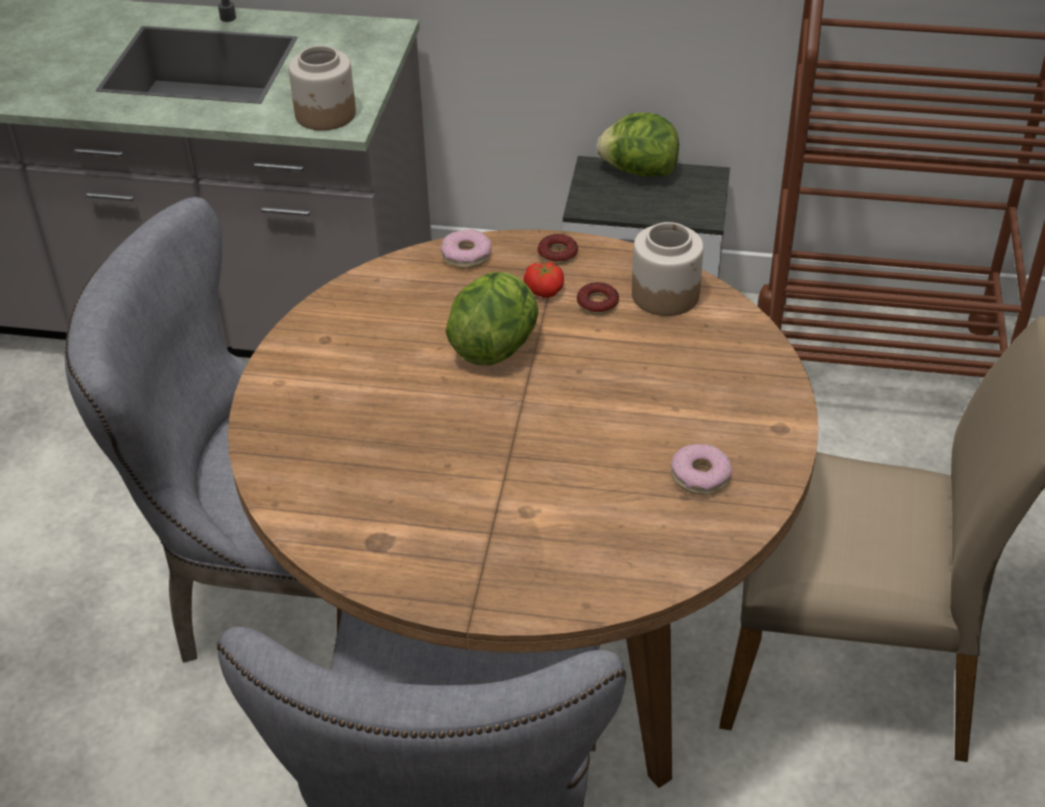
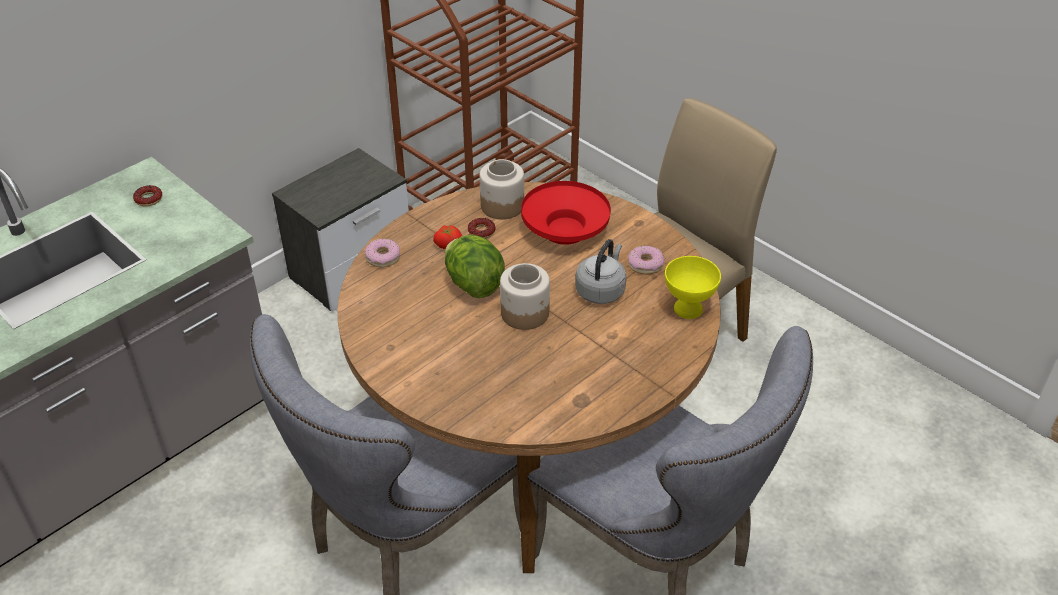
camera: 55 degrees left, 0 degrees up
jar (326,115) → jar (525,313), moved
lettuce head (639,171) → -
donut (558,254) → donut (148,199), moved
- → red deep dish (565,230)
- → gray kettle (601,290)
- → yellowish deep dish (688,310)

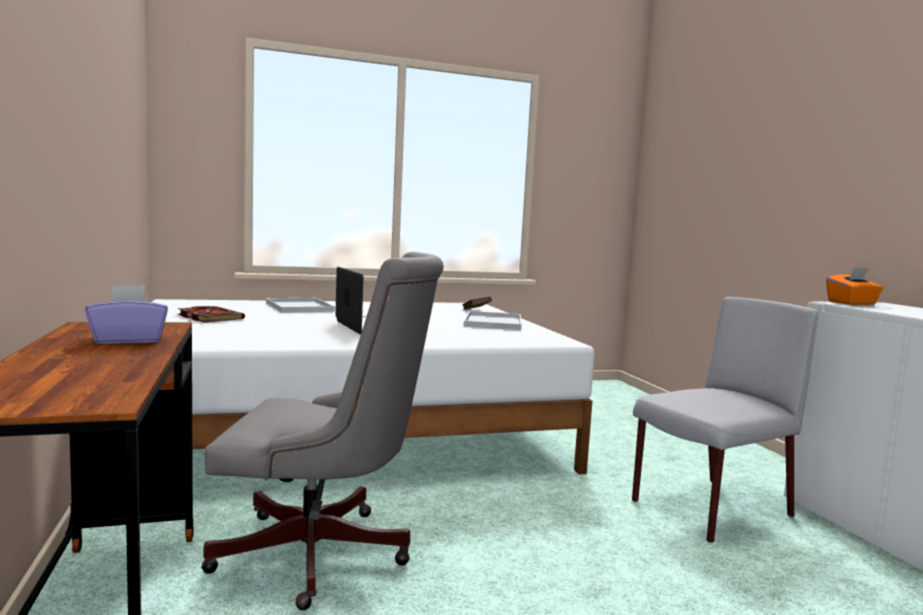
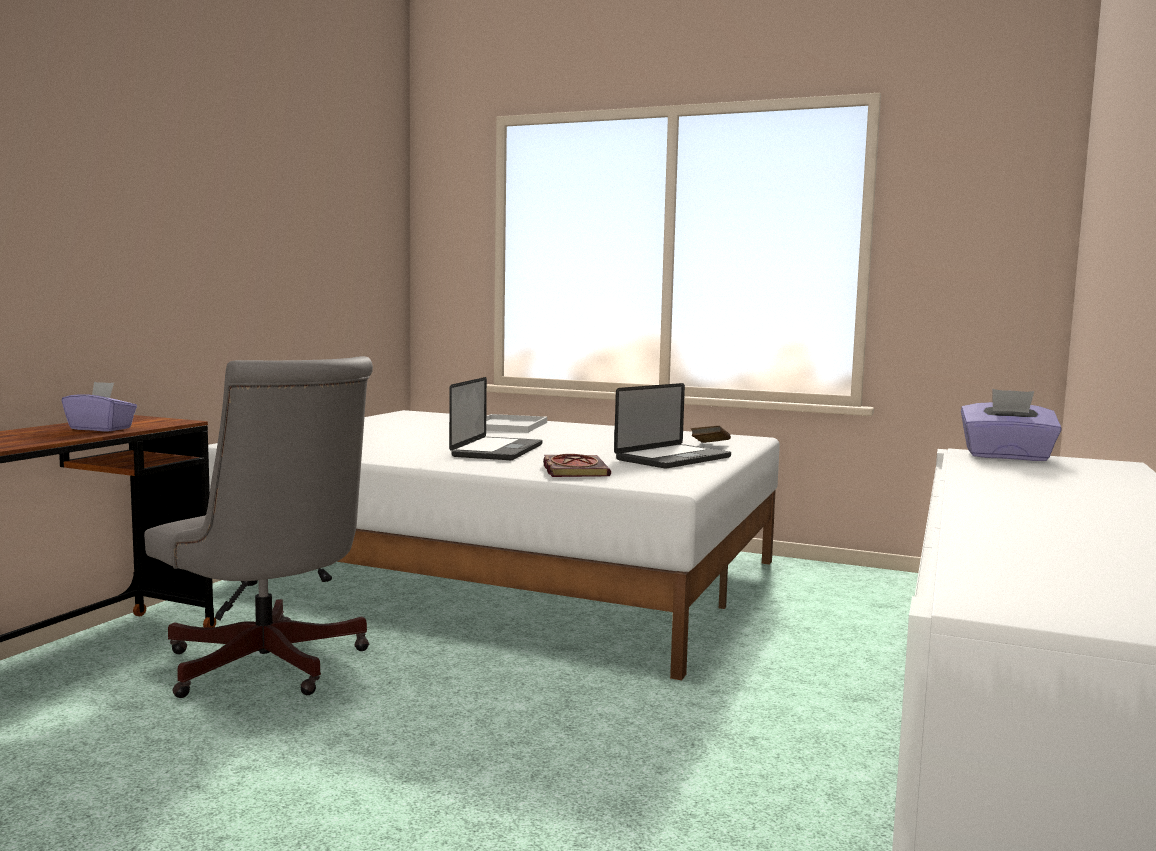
camera: 40 degrees right, 0 degrees up
orange-coloured tissue box (852,303) → purplish tissue box (1006,456)
gray plain chair (709,509) → -
book (208,317) → book (573,470), moved
white-coloured serving tray (492,322) → laptop (673,458)

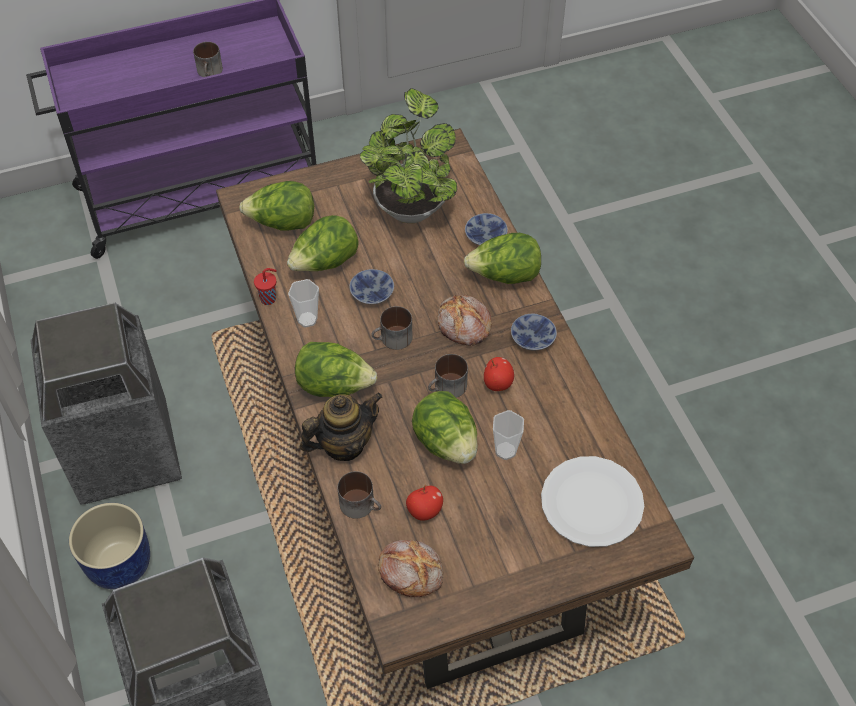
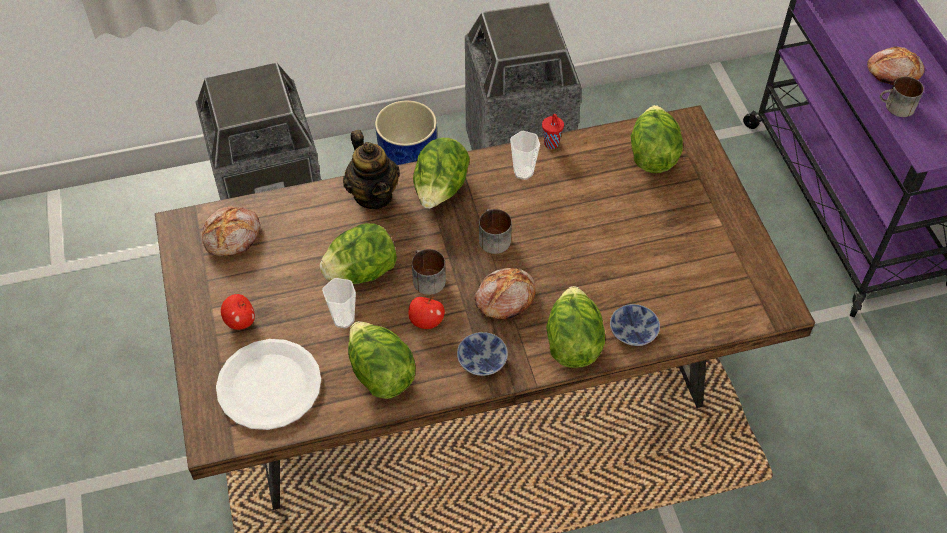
camera: 95 degrees right, 0 degrees up
plant in a pot (411,205) → -
lettuce head (325,263) → lettuce head (380,374), moved
deep dish (370,293) → -
mug (361,504) → -
apple (424,511) → apple (240,321), moved
- → bread (892,72)

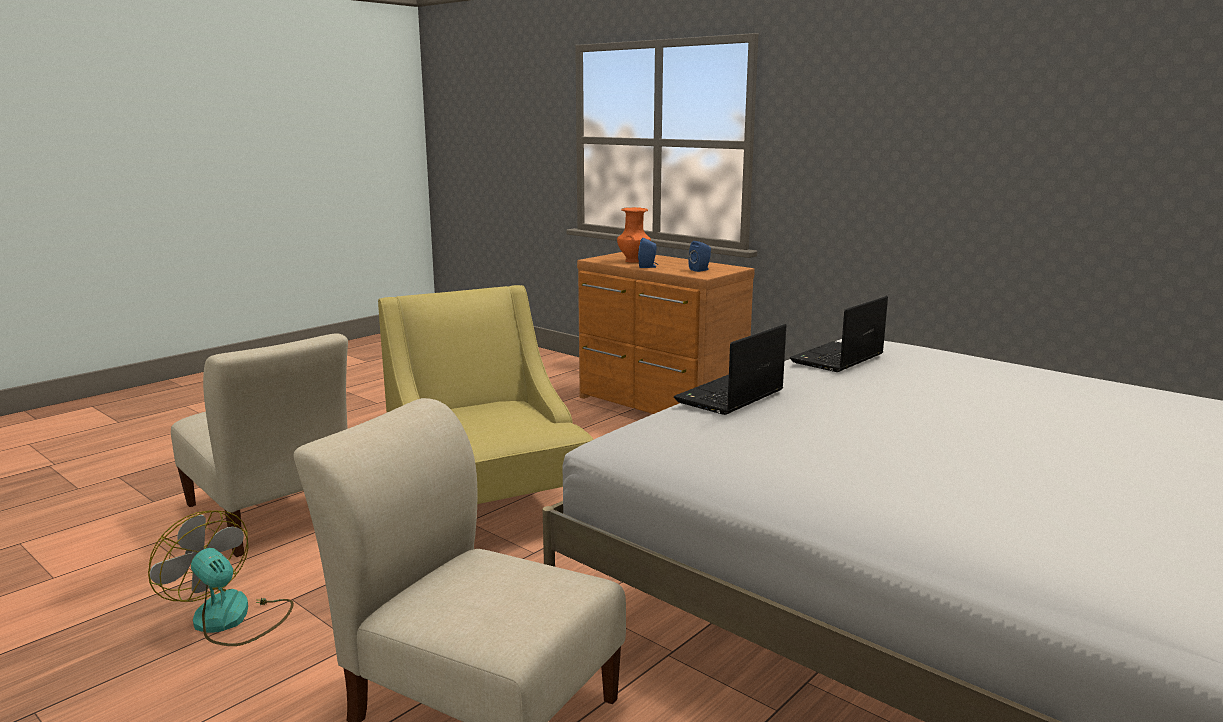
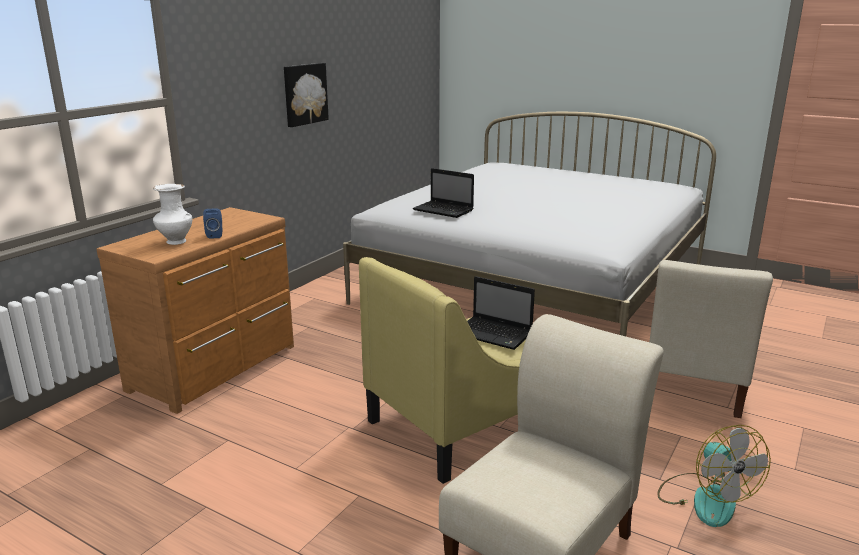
camera: 100 degrees left, 5 degrees up
orange-coloured vase (633,261) → white-coloured vase (175,242)
blue audio speaker (700,270) → -
laptop (729,397) → laptop (494,334), moved
fan (231,619) → fan (705,498), 45 degrees counterclockwise
- → picture (304,94)

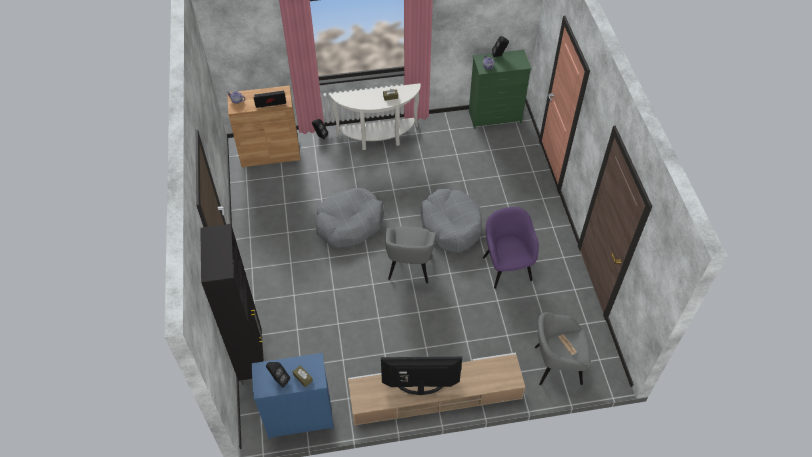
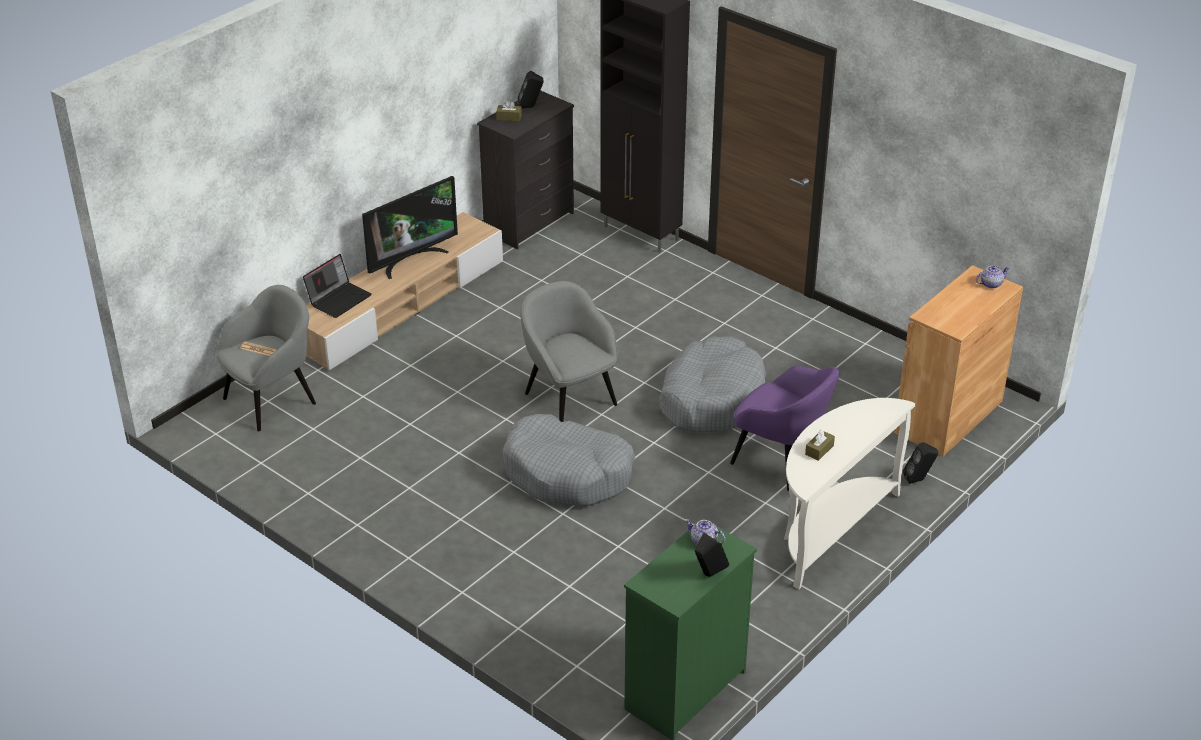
camera: 140 degrees right, 15 degrees down
laptop (270,102) → laptop (339,299), moved
purplish easy chair (506,267) → purplish easy chair (780,459), moved
blue dresser (299,418) → black dresser (530,223)

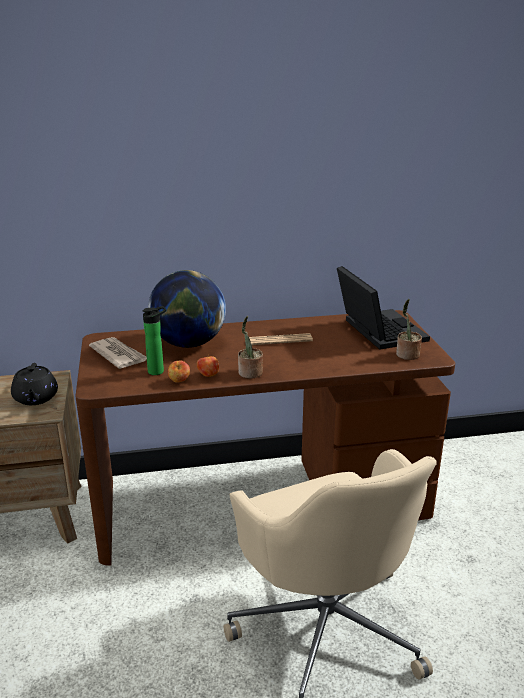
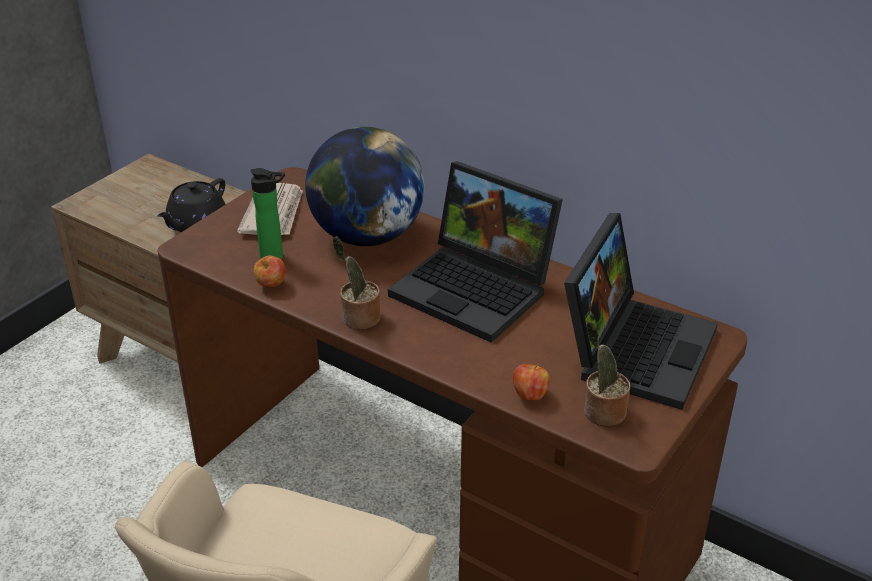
camera: 45 degrees right, 10 degrees up
newspaper (280,340) → laptop (477,289)
apple (208,375) → apple (529,395), moved

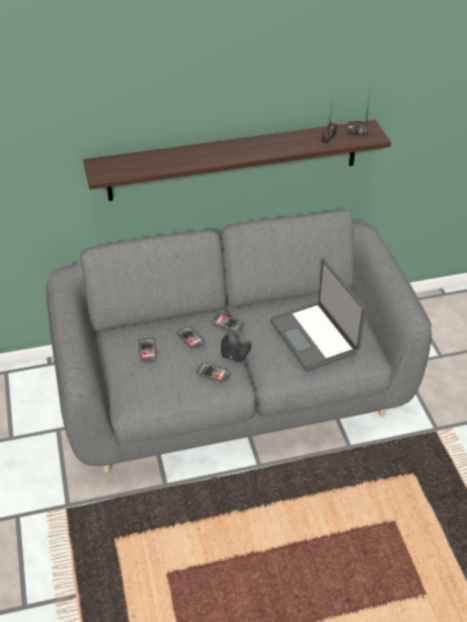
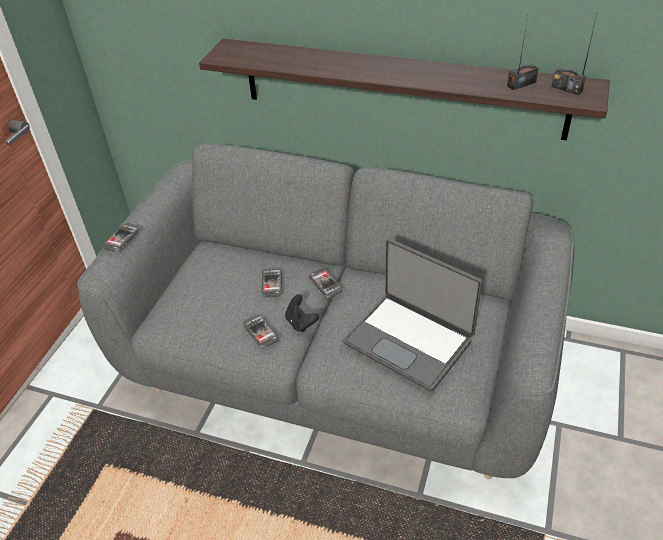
camera: 35 degrees right, 0 degrees up
laptop (315,337) → laptop (409,340), 60 degrees counterclockwise
telephone (147,351) → telephone (122,238), moved

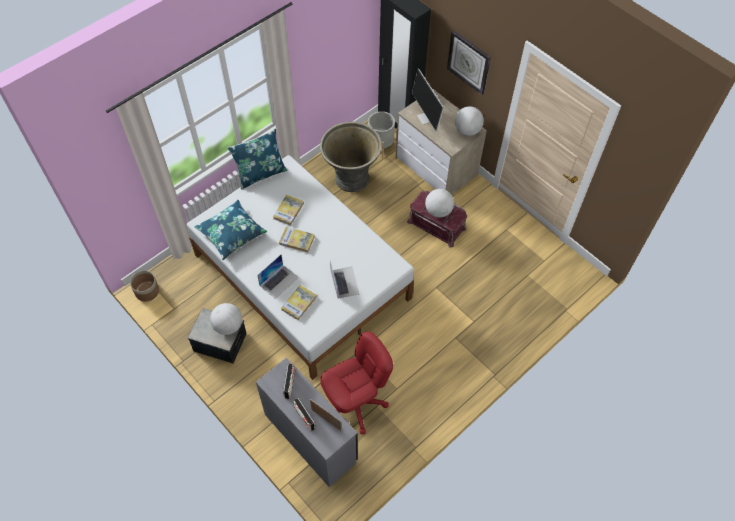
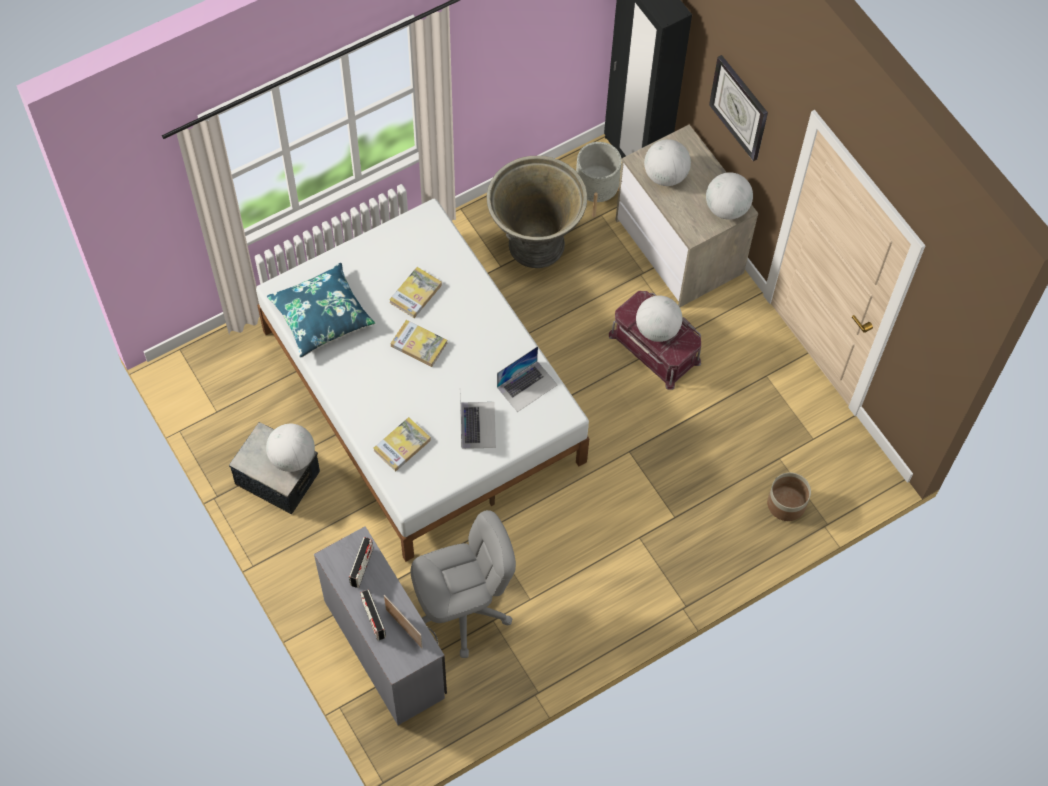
camera: 10 degrees right, 5 degrees up
computer screen (426,118) → globe (665,175)
blue cushion (260,173) → -
laptop (279,281) → laptop (527,386), moved
planter (147,291) → planter (786,504), moved
red computer chair (355,404) → gray computer chair (463,611)

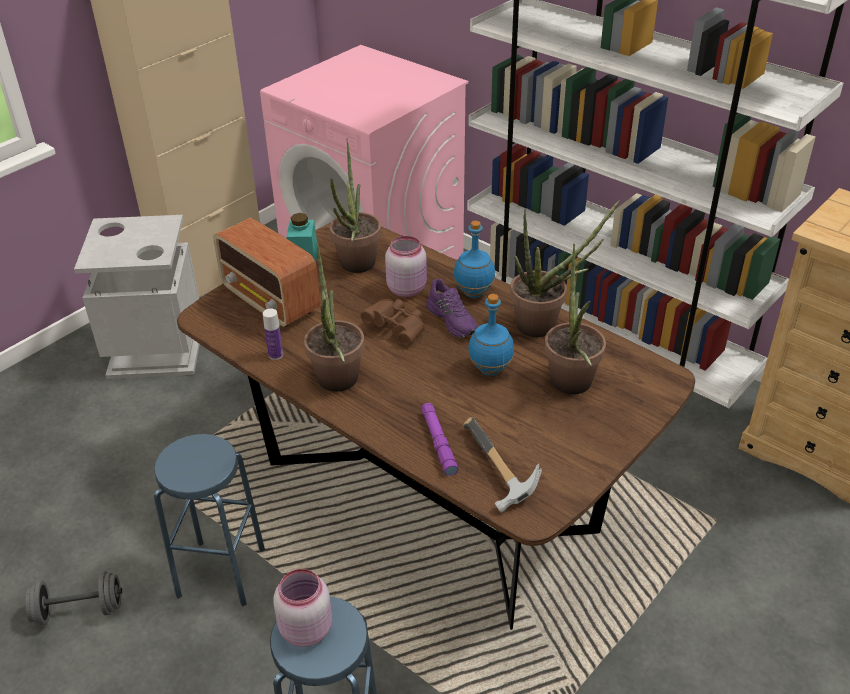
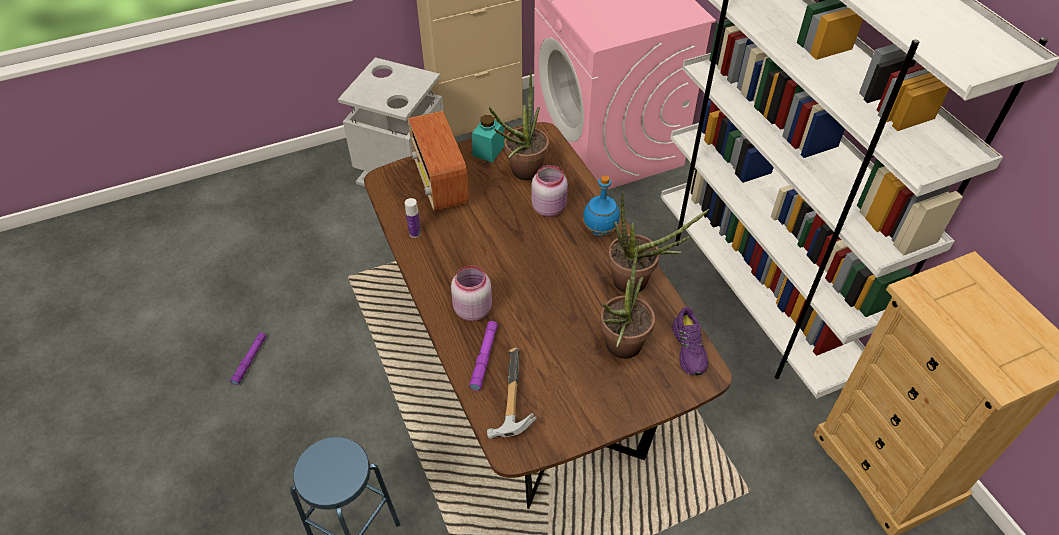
camera: 25 degrees right, 10 degrees up
plant in a pot (337,385) → -
purplish item of footwear (453,319) → purplish item of footwear (690,348), moved
blue beverage bottle (491,369) → -
brown-coloured binoculars (397,329) → -
blue stool (221,572) → -
pink jar (305,628) → pink jar (472,309), moved
gray hand weight (79,610) → purplish flashlight (249,360)

